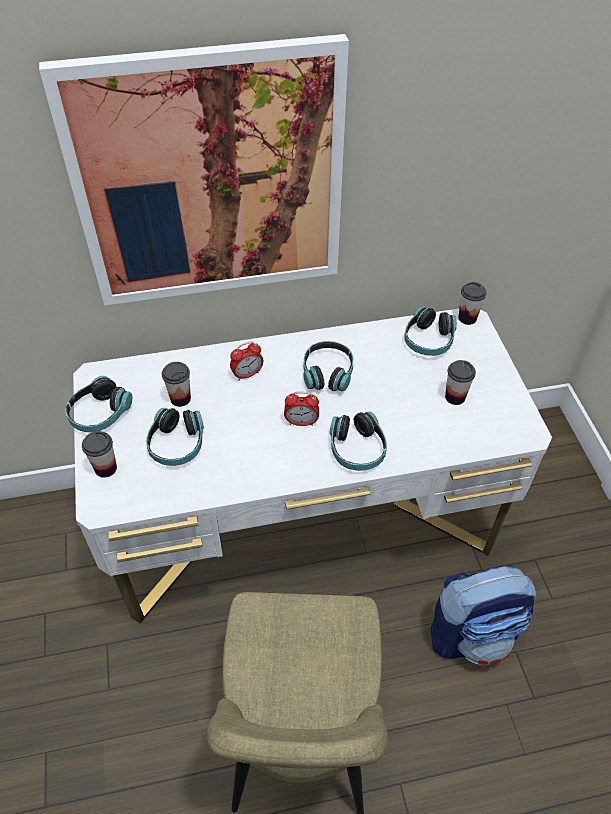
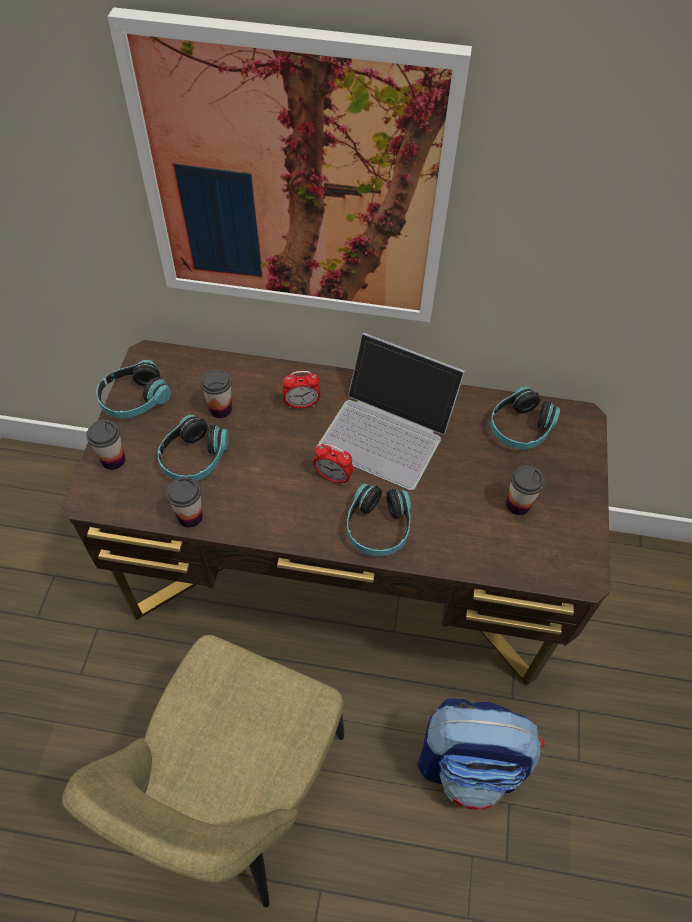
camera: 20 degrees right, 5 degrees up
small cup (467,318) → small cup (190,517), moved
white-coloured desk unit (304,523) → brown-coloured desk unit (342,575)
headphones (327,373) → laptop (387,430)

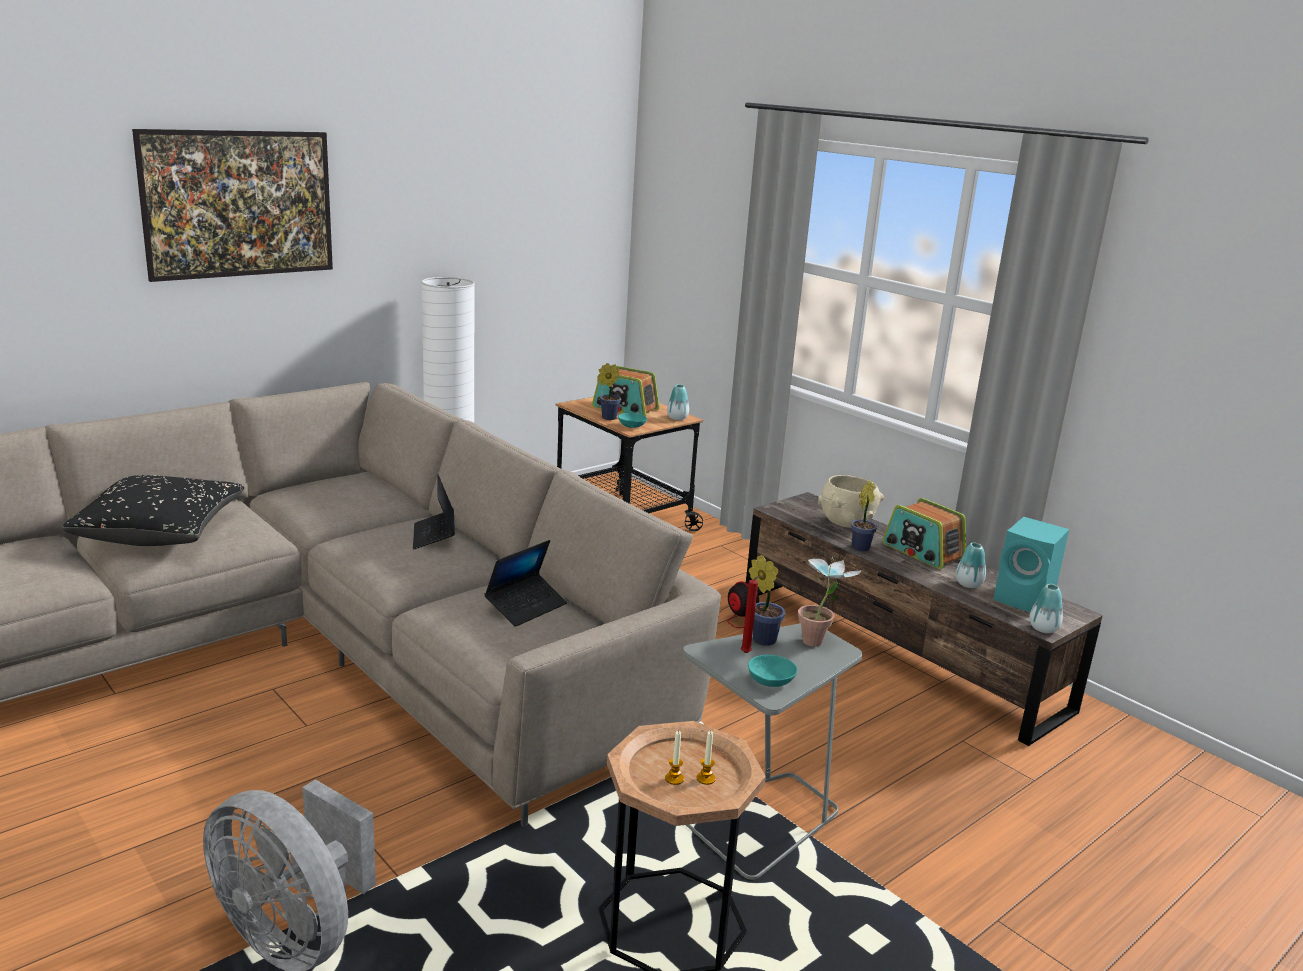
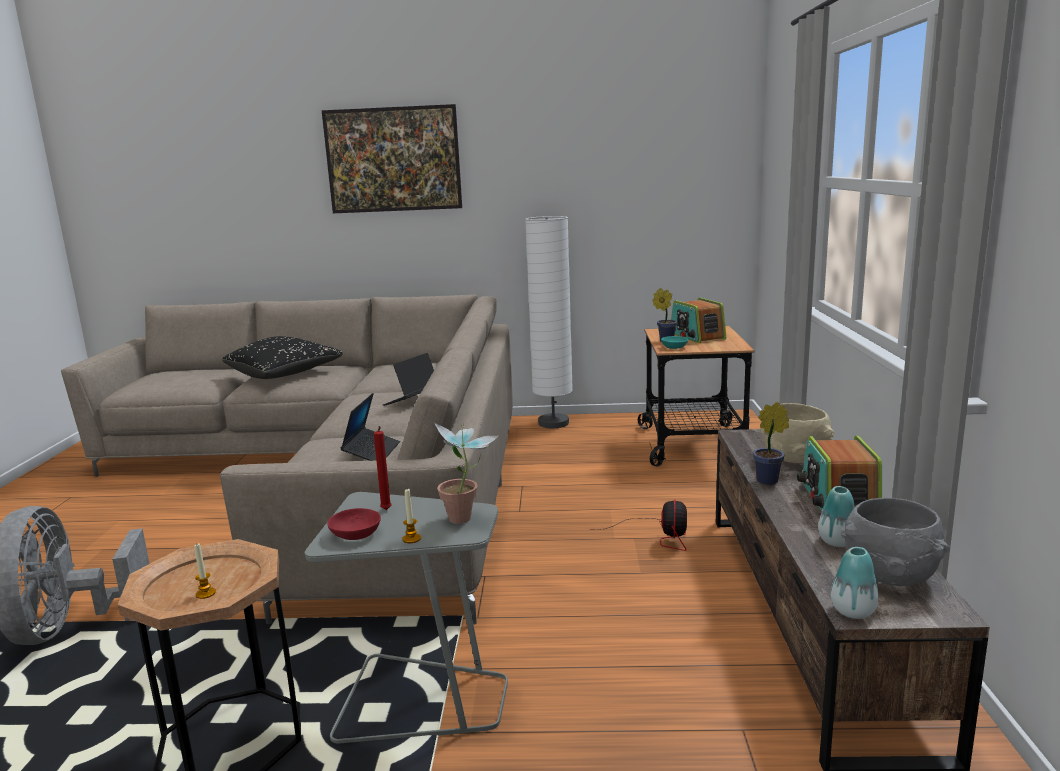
camera: 45 degrees right, 5 degrees down
vase (677,418) → -
blue-green audio speaker (1025,599) → gray deep dish (890,576)
laptop (526,607) → laptop (372,452), 75 degrees counterclockwise
plant in a pot (762,639) → -
blue-green deep dish (771,681) → red deep dish (354,535)
wax light (674,779) → wax light (411,539), moved

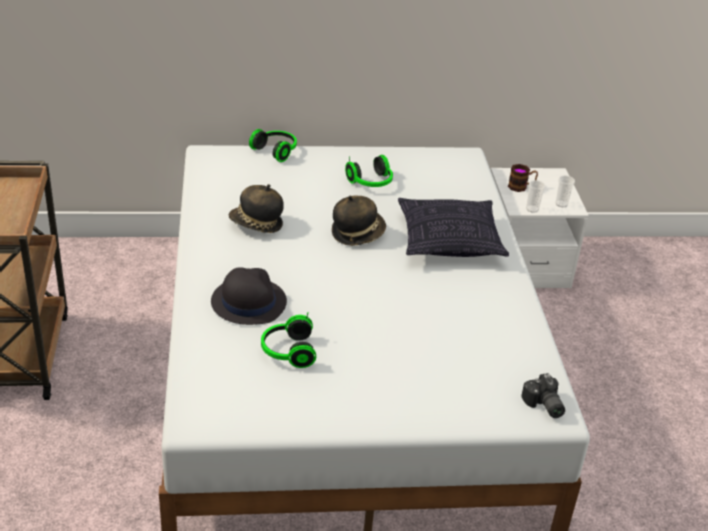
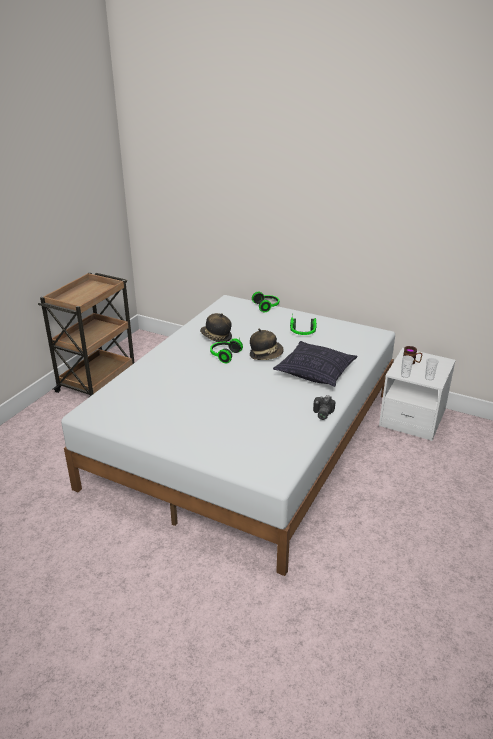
camera: 35 degrees right, 5 degrees down
black hat (248,302) → -
headphones (287,351) → headphones (224,355), moved
photo camera (543,406) → photo camera (321,413), moved

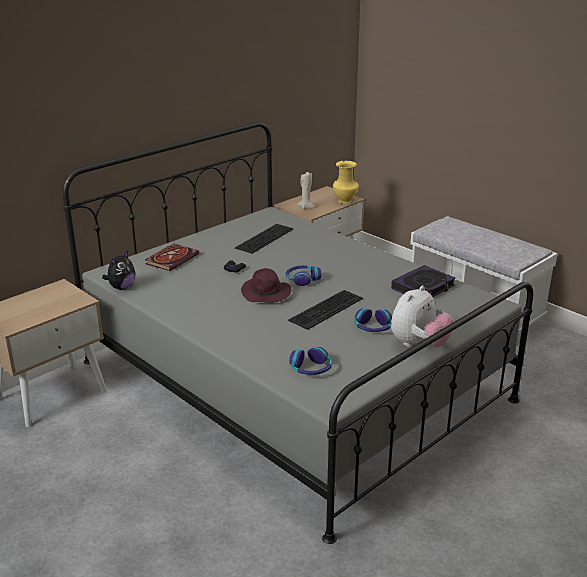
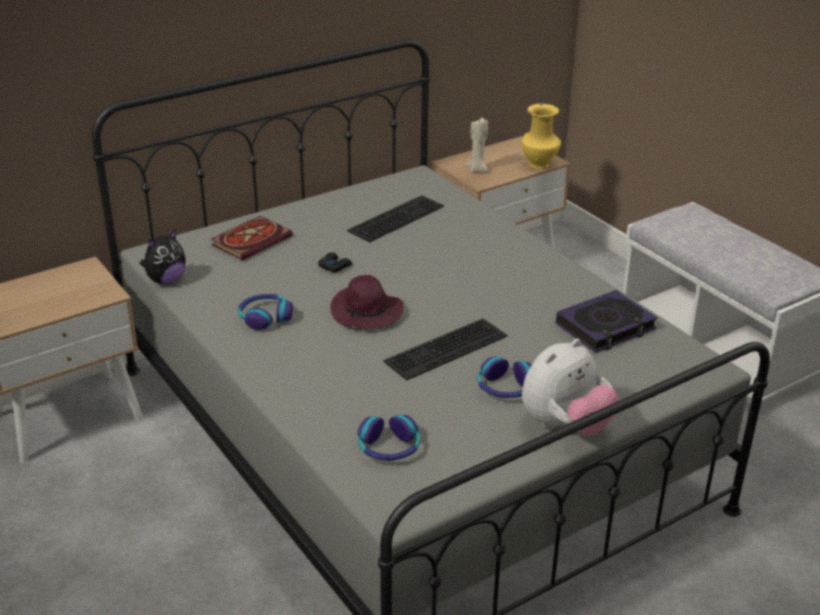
camera: 10 degrees right, 5 degrees up
headphones (302,279) → headphones (265,317), moved

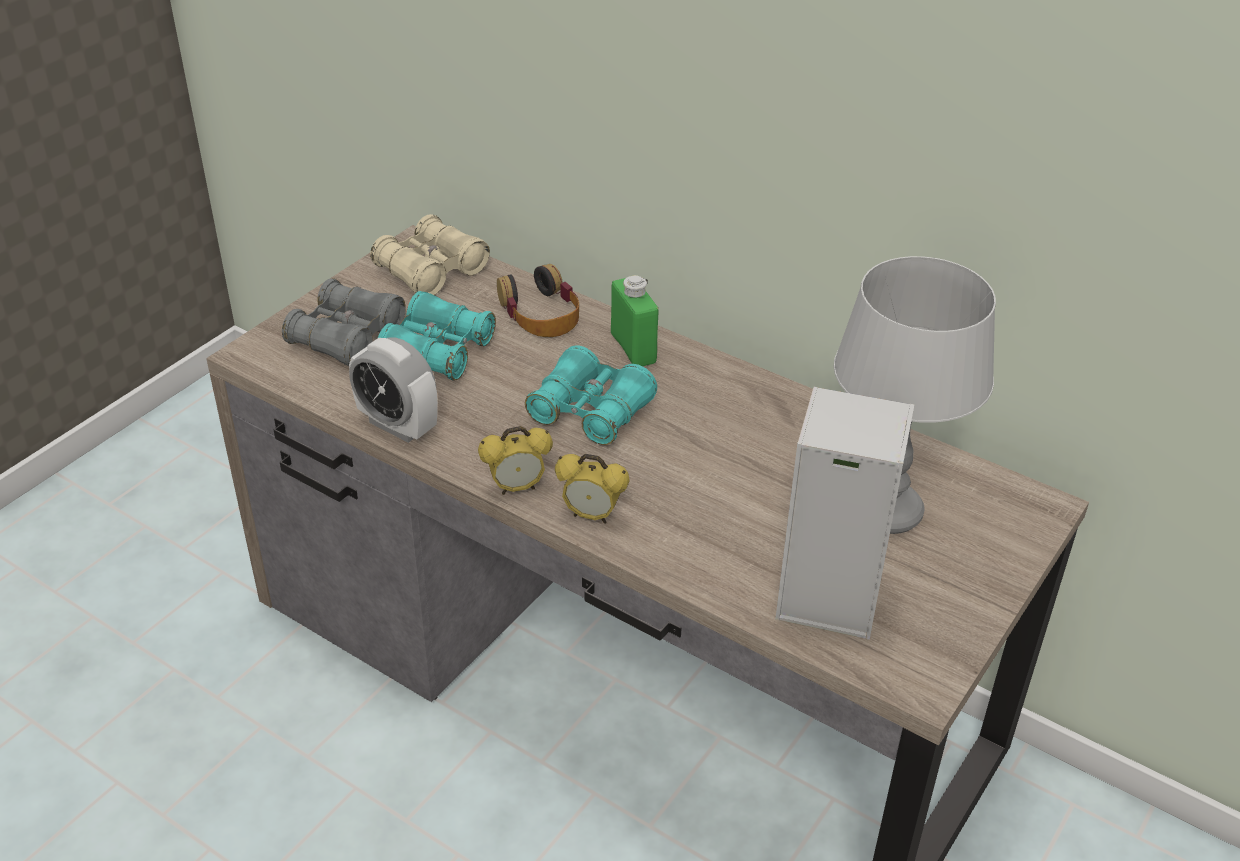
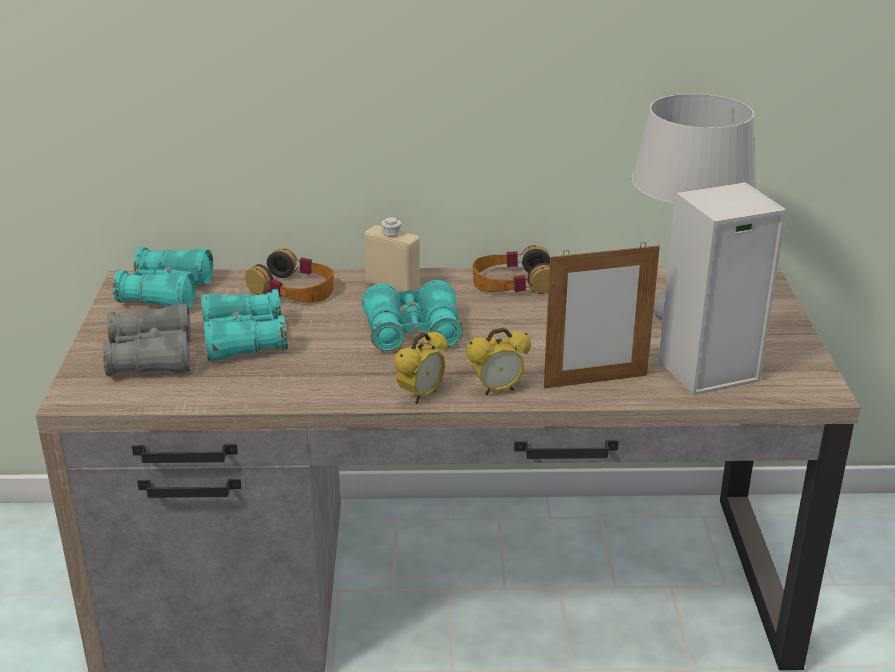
camera: 35 degrees left, 10 degrees down
beige-coloured binoculars (431,270) → blue-green binoculars (167,293)
green beverage bottle (633,348) → beige-coloured beverage bottle (392,286)
alarm clock (397,425) → -
- → photo frame (595,381)
- → headphones (512,283)

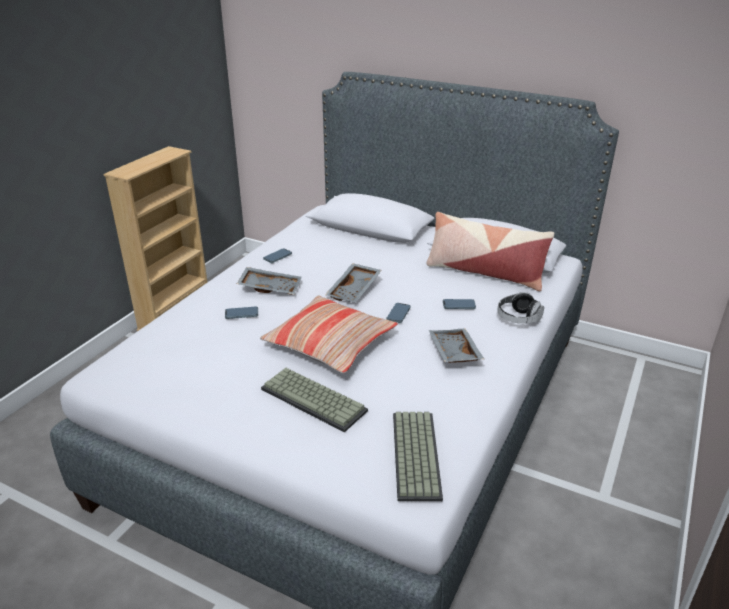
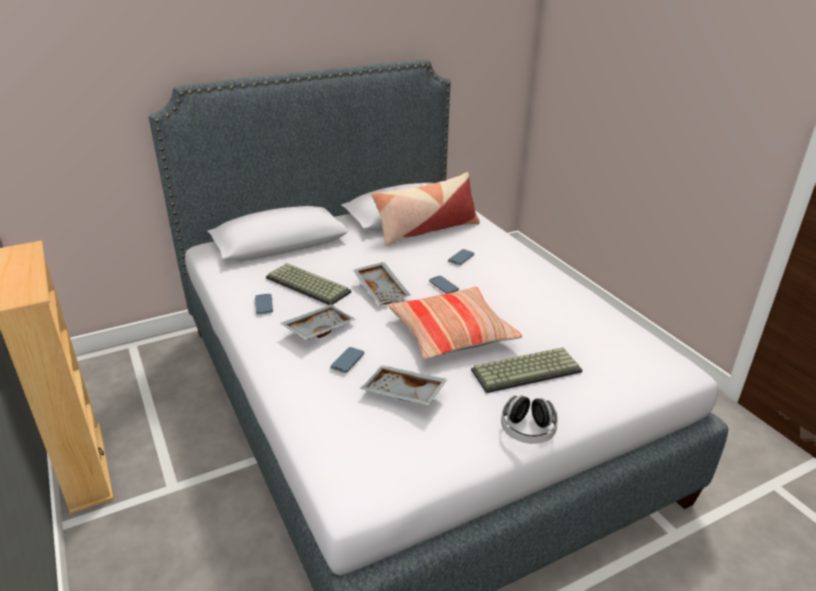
camera: 55 degrees left, 0 degrees up
headphones (518,318) → headphones (527,431), moved
gray serving tray (453,353) → gray serving tray (403,394), moved
PC keyboard (413,454) → PC keyboard (306,285), moved

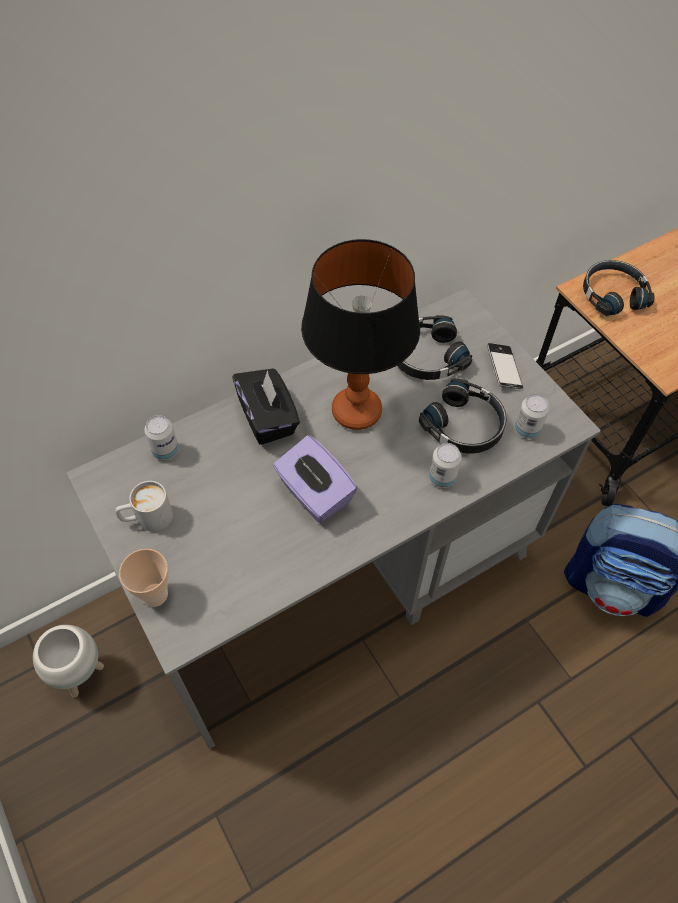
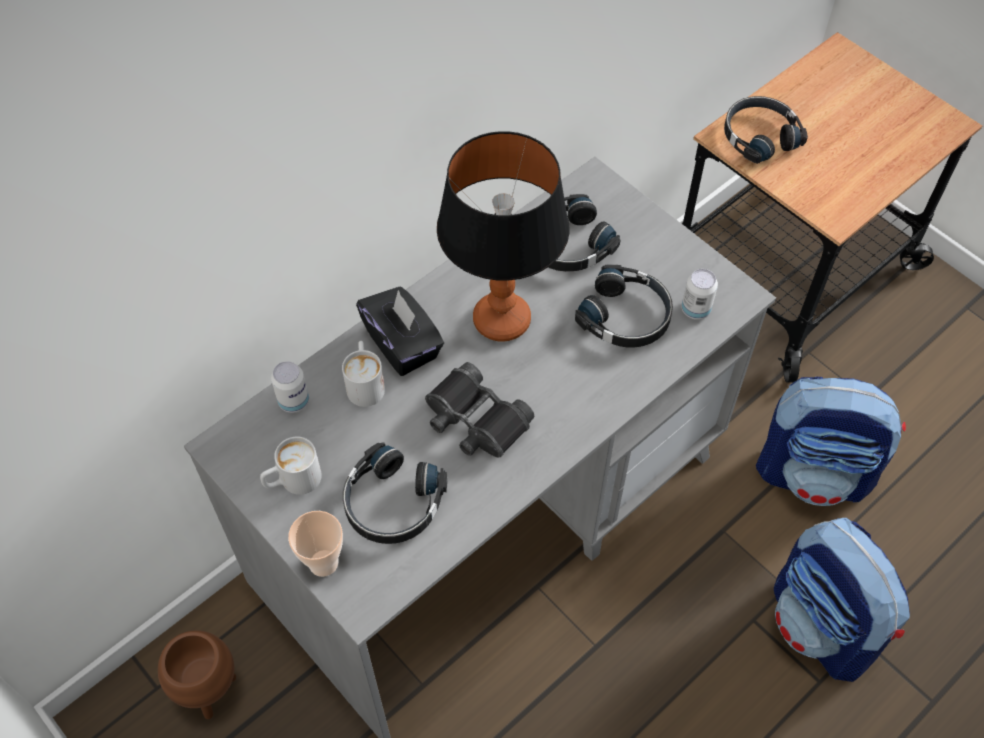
camera: 10 degrees left, 0 degrees up
telephone (503,369) → -
purplish tissue box (314,493) → black binoculars (475,420)
metal can (442,478) → -
white-coloured planter (81,675) → brown-coloured planter (211,691)
- → white-coloured mug (365,383)
- → black headphones (392,503)
- → backpack (824,626)

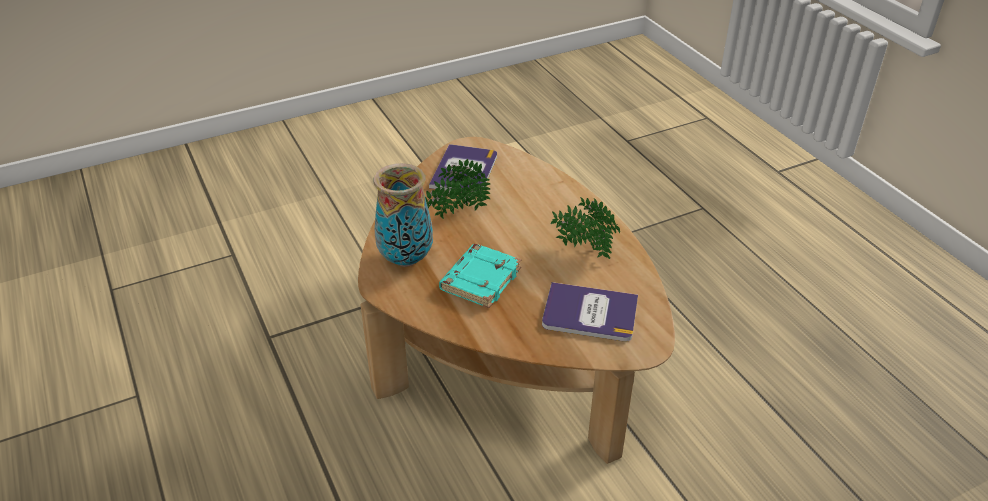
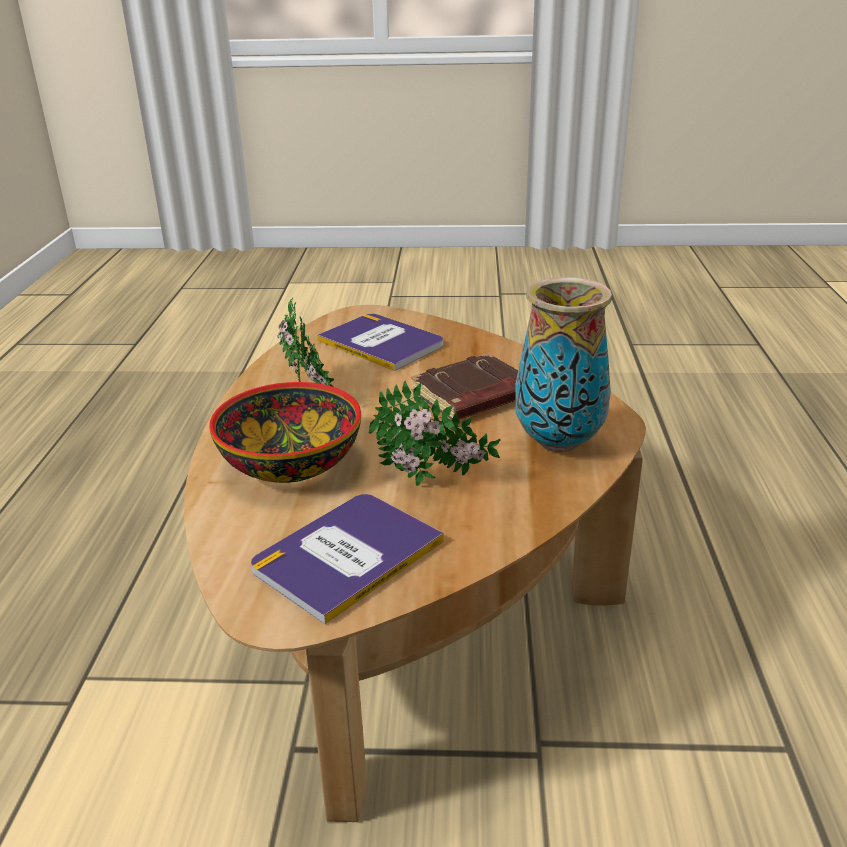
camera: 150 degrees left, 10 degrees down
blue-green book (480,279) → brown-coloured book (472,396)
- → deep dish (289,463)

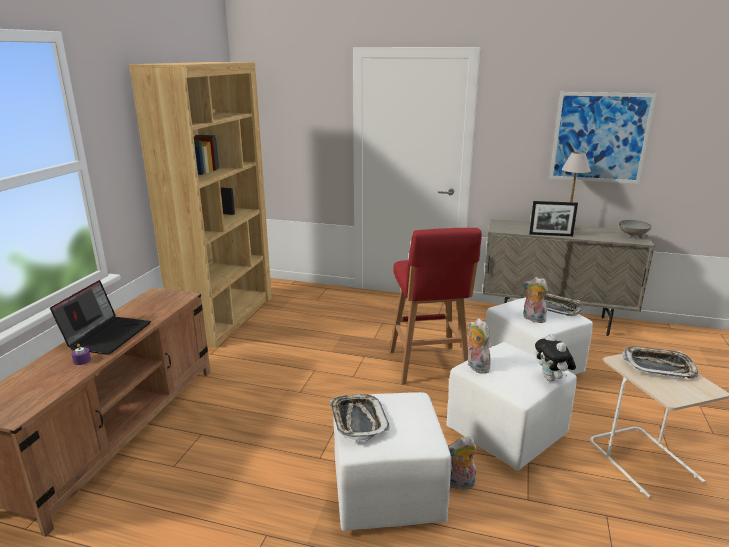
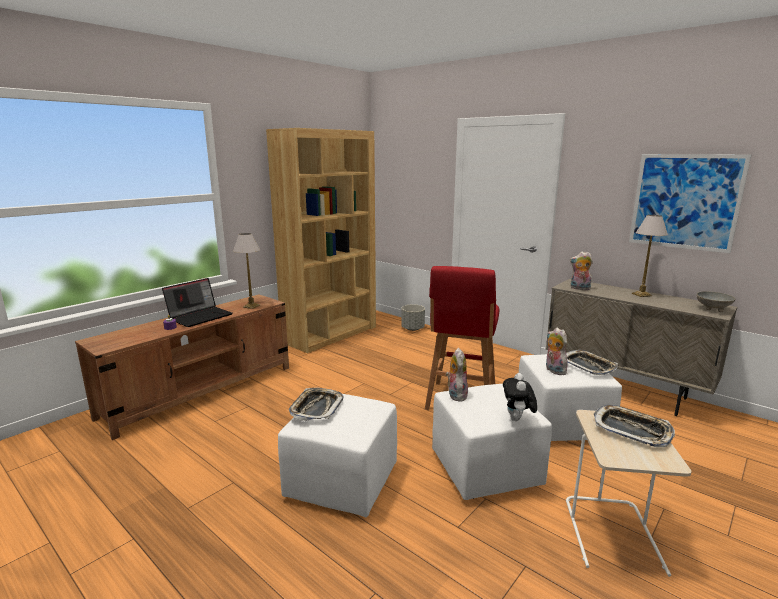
camera: 25 degrees right, 5 degrees down
photo frame (550,235) → -
cuddly toy (460,484) → cuddly toy (579,288), moved
- → lamp for a table (251,306)
- → gray planter (413,328)

